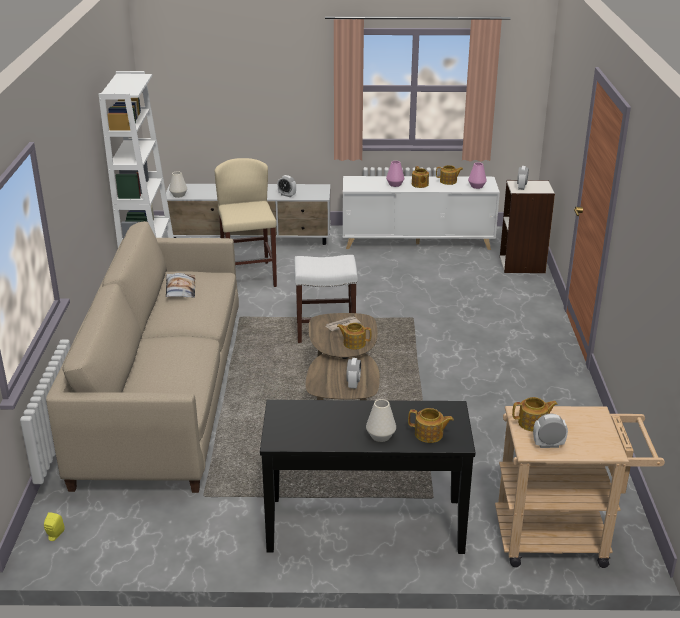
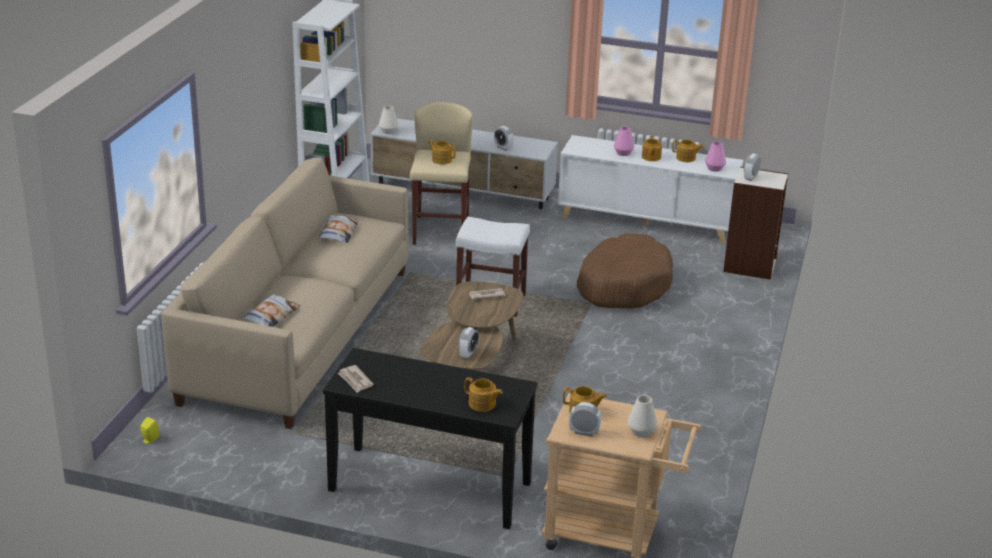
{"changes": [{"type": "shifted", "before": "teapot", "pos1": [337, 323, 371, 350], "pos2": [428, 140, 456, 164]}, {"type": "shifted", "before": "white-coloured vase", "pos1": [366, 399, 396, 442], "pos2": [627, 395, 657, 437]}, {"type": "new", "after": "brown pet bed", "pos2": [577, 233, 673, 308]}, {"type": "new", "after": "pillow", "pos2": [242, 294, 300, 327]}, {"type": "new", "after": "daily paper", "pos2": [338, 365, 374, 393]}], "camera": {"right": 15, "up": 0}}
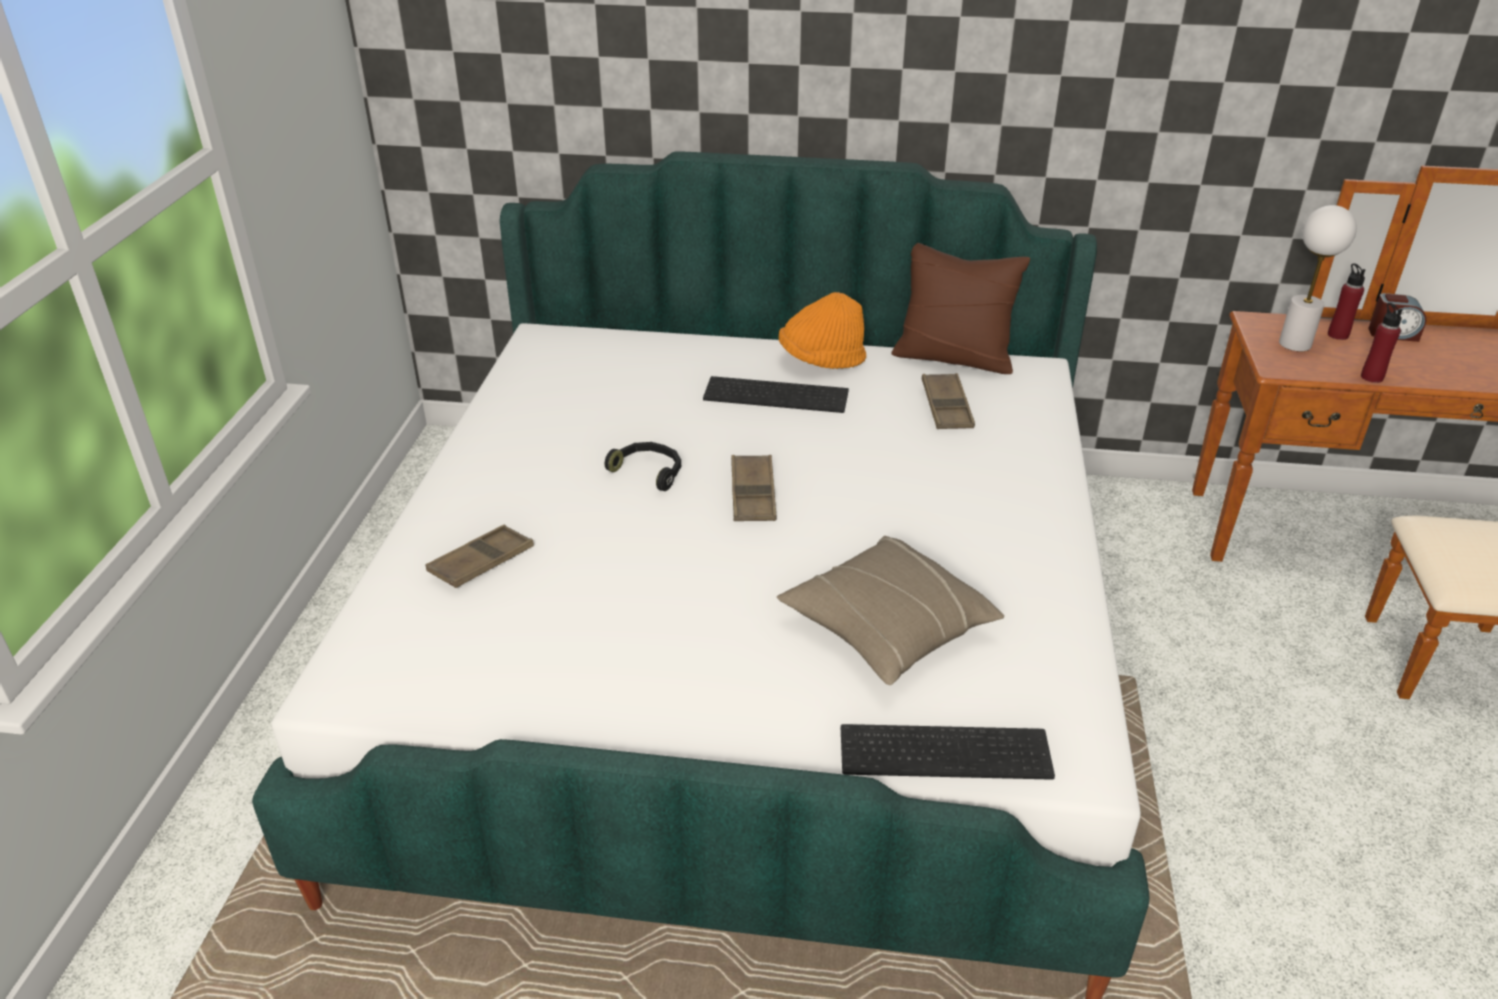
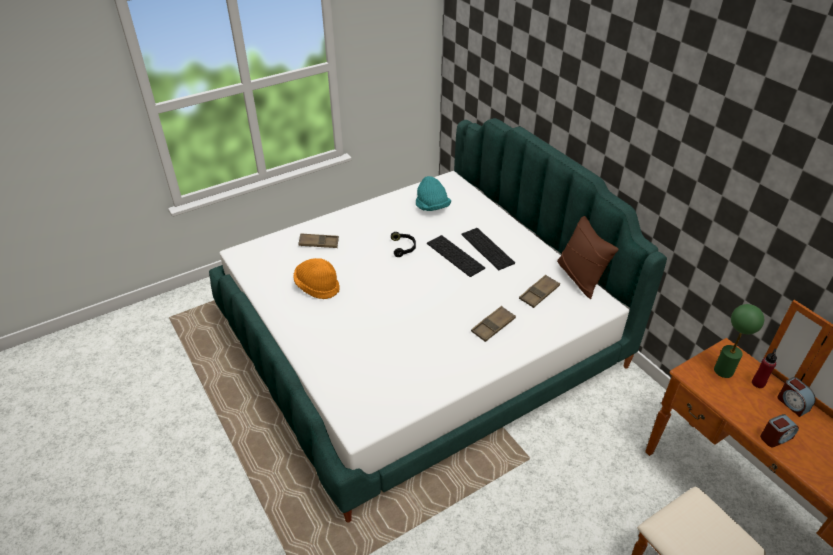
{"changes": [{"type": "repainted", "before": "white-coloured tabletop lamp", "after": "greenish tabletop lamp", "pos1": [1279, 205, 1357, 352], "pos2": [714, 304, 764, 378]}, {"type": "shifted", "before": "orange wearable hat", "pos1": [779, 292, 866, 369], "pos2": [293, 258, 340, 299]}, {"type": "gone", "before": "reddish drink bottle", "pos1": [1361, 303, 1402, 383]}, {"type": "shifted", "before": "brown tray", "pos1": [731, 455, 777, 521], "pos2": [471, 306, 516, 342]}, {"type": "gone", "before": "beige-coloured pillow", "pos1": [777, 536, 1004, 685]}, {"type": "shifted", "before": "PC keyboard", "pos1": [841, 724, 1055, 780], "pos2": [427, 235, 485, 277]}, {"type": "new", "after": "turquoise-coloured wearable hat", "pos2": [416, 176, 451, 211]}, {"type": "new", "after": "alarm clock", "pos2": [760, 414, 799, 447]}], "camera": {"right": 50, "up": 5}}
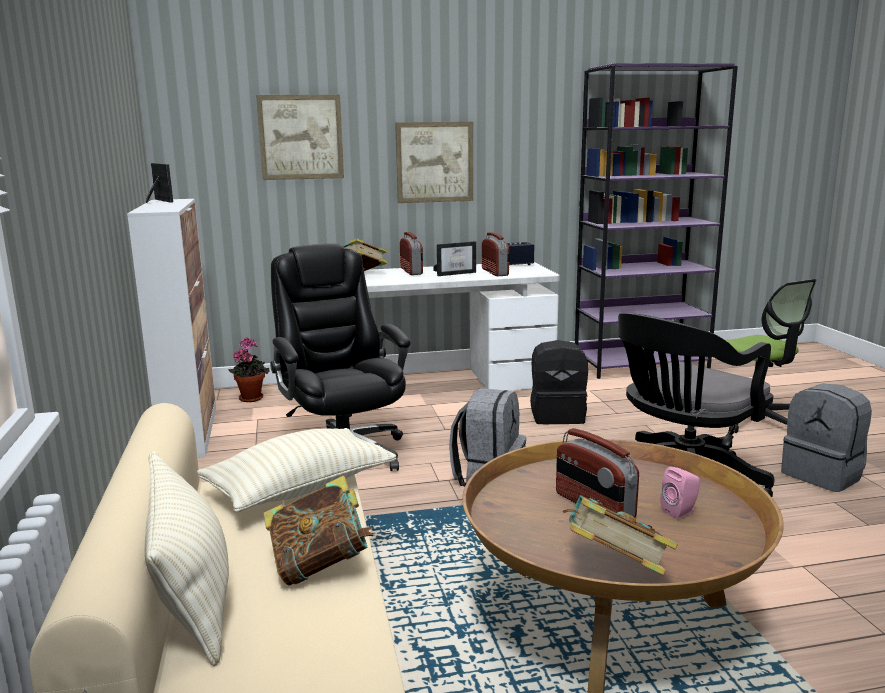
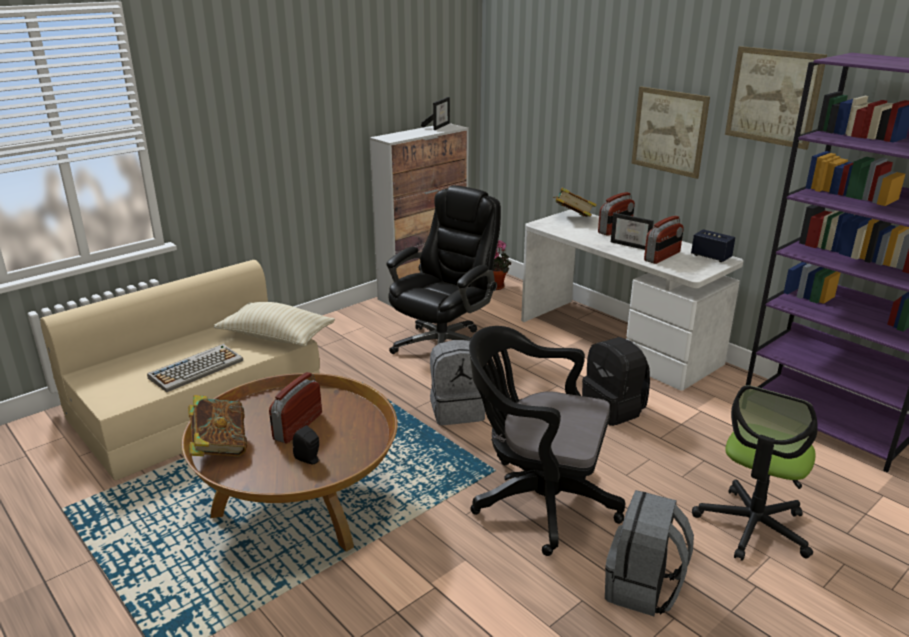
{"changes": [{"type": "shifted", "before": "wall picture", "pos1": [256, 95, 344, 180], "pos2": [725, 46, 827, 150]}, {"type": "gone", "before": "beige-coloured pillow", "pos1": [145, 451, 229, 666]}, {"type": "repainted", "before": "pink-coloured loudspeaker", "after": "blackish loudspeaker", "pos1": [660, 466, 700, 519], "pos2": [293, 425, 320, 465]}, {"type": "swapped", "before": "volume", "after": "PC keyboard", "pos1": [263, 476, 374, 586], "pos2": [147, 344, 243, 392]}], "camera": {"right": 60, "up": 10}}
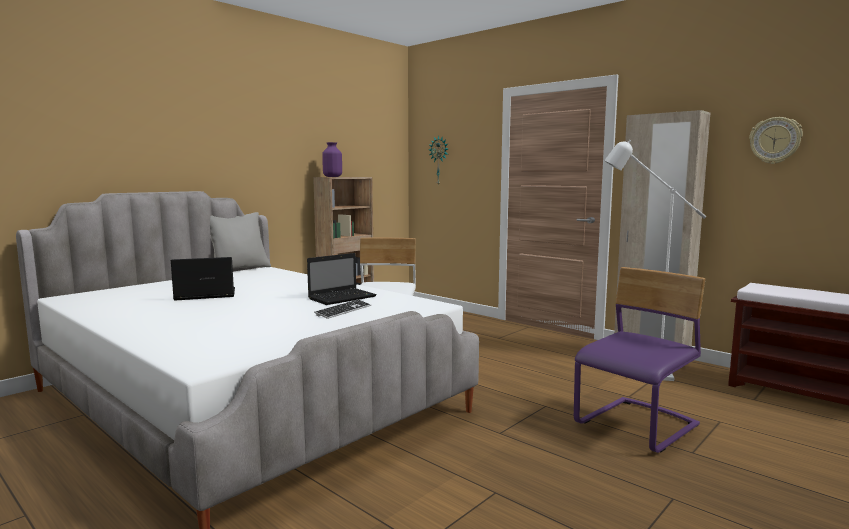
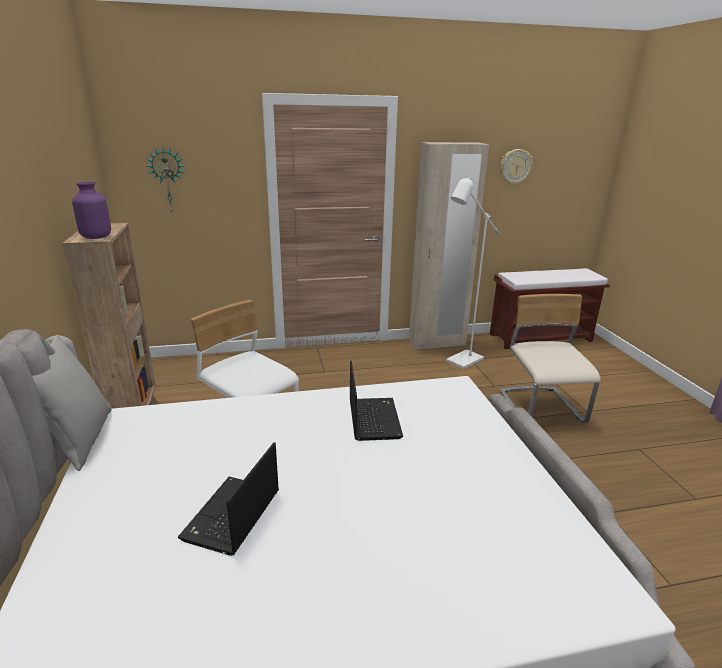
{"changes": [{"type": "repainted", "before": "purple-coloured upright chair", "after": "beige-coloured upright chair", "pos1": [574, 267, 706, 453], "pos2": [500, 294, 601, 423]}, {"type": "gone", "before": "PC keyboard", "pos1": [314, 299, 371, 319]}], "camera": {"right": -55, "up": 15}}
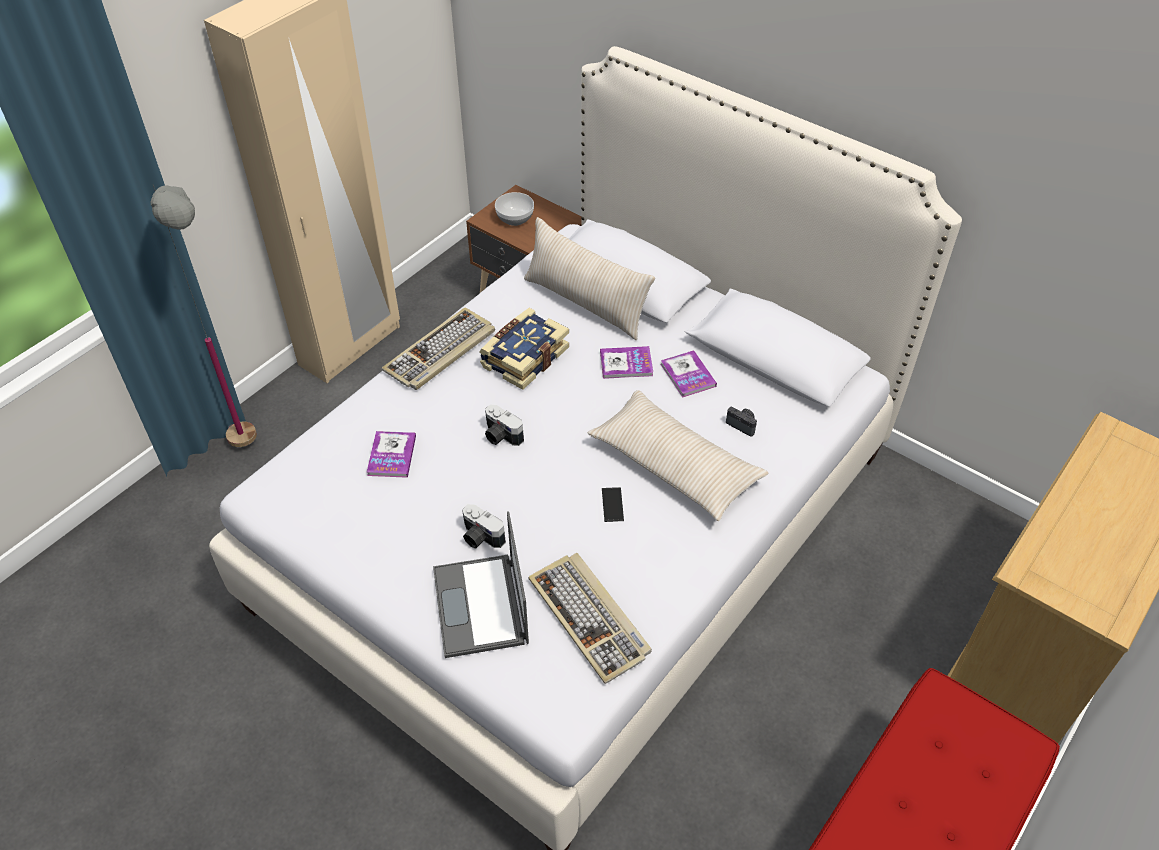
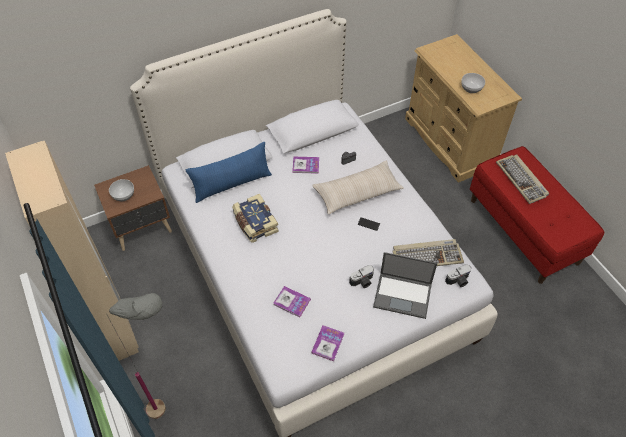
{"changes": [{"type": "repainted", "before": "beige-coloured pillow", "after": "bluish pillow", "pos1": [524, 217, 655, 340], "pos2": [186, 142, 272, 203]}, {"type": "shifted", "before": "PC keyboard", "pos1": [382, 307, 495, 390], "pos2": [496, 154, 549, 204]}, {"type": "shifted", "before": "volume", "pos1": [600, 346, 653, 379], "pos2": [311, 325, 344, 361]}, {"type": "shifted", "before": "photo camera", "pos1": [485, 404, 524, 446], "pos2": [445, 264, 472, 287]}, {"type": "new", "after": "deep dish", "pos2": [461, 73, 485, 93]}], "camera": {"right": -65, "up": 5}}
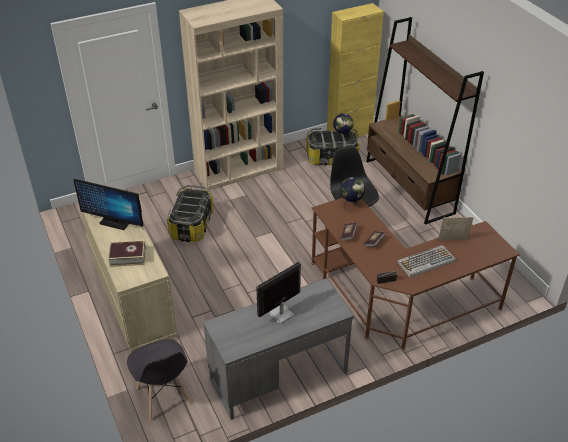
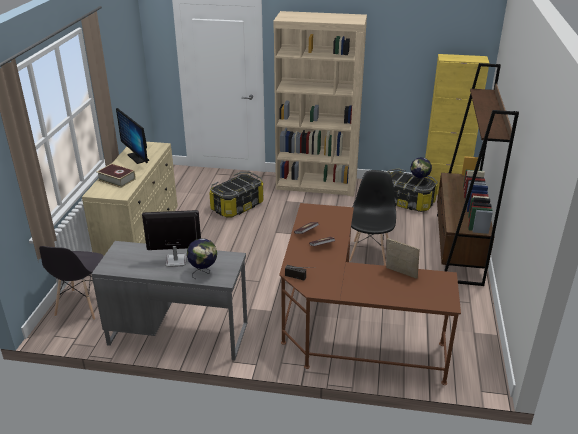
{"changes": [{"type": "shifted", "before": "globe", "pos1": [340, 177, 365, 211], "pos2": [187, 238, 217, 279]}, {"type": "gone", "before": "PC keyboard", "pos1": [397, 245, 456, 277]}], "camera": {"right": 35, "up": -10}}
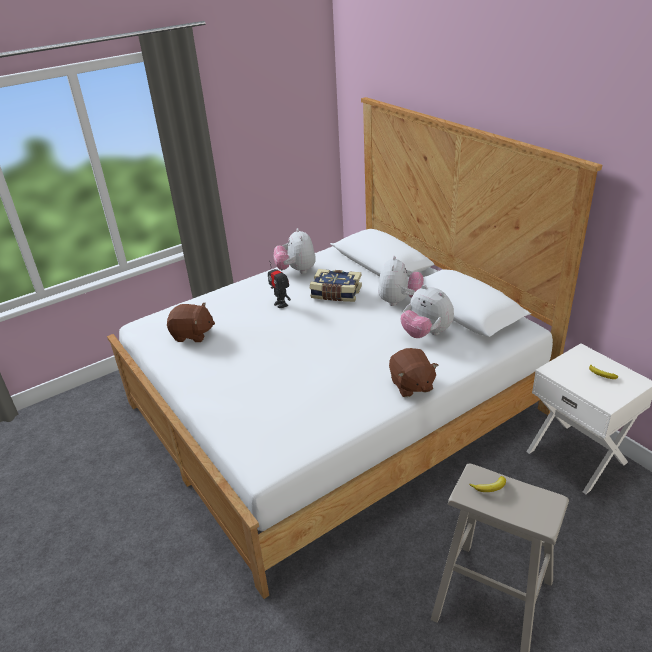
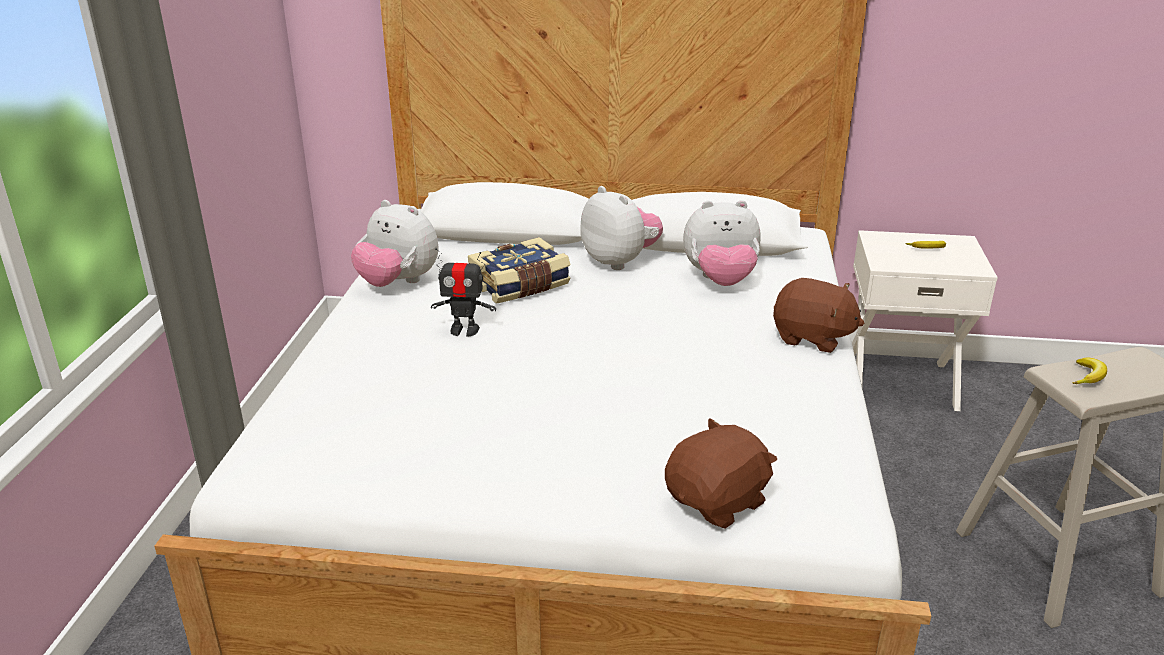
{"changes": [{"type": "shifted", "before": "brown soft toy", "pos1": [167, 303, 215, 342], "pos2": [665, 418, 777, 529]}], "camera": {"right": -50, "up": -5}}
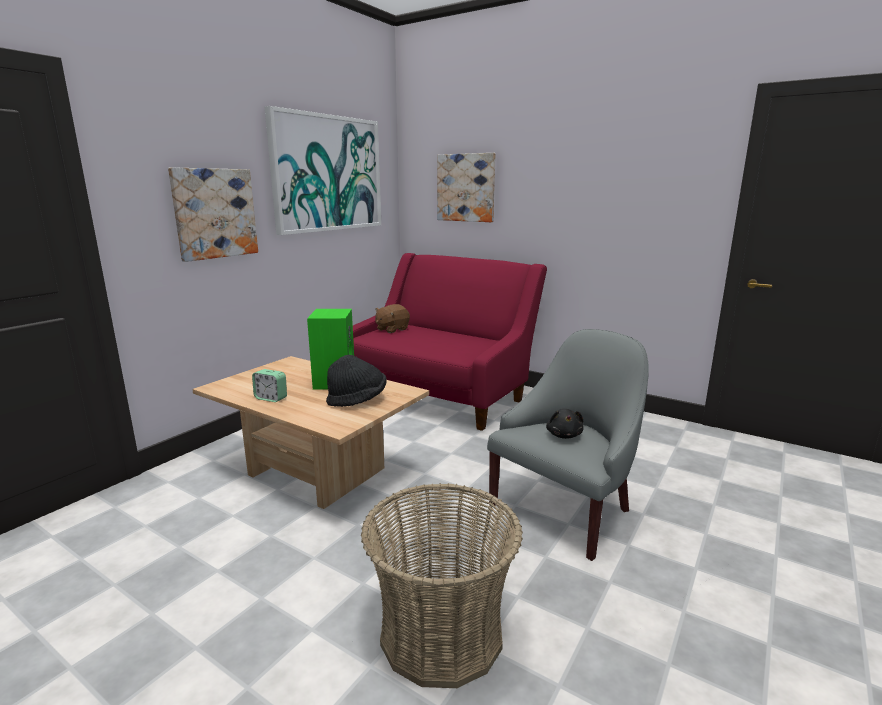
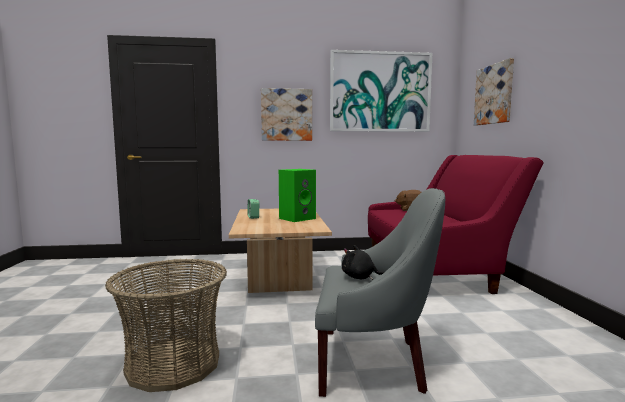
{"changes": [{"type": "gone", "before": "blackish wearable hat", "pos1": [326, 355, 387, 407]}, {"type": "rotated", "before": "blackish soft toy", "pos1": [546, 409, 584, 439], "pos2": [342, 245, 384, 280], "turn": 60}], "camera": {"right": 50, "up": -10}}
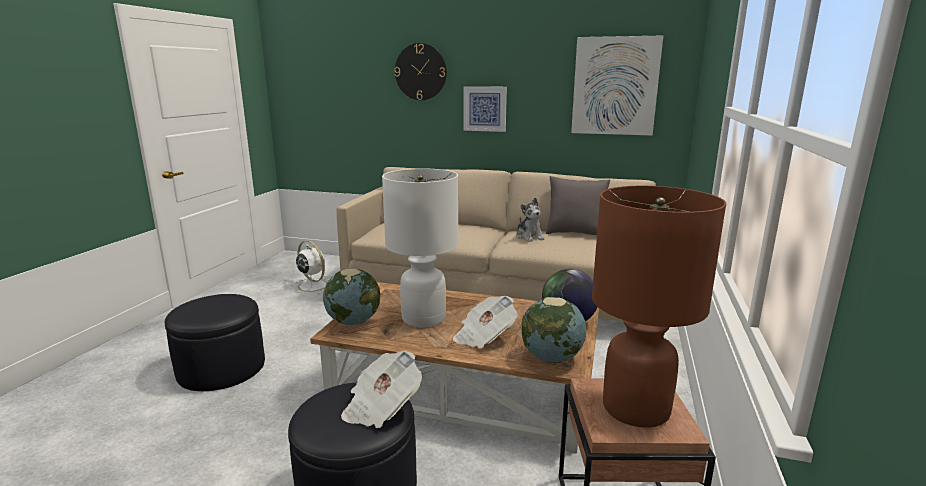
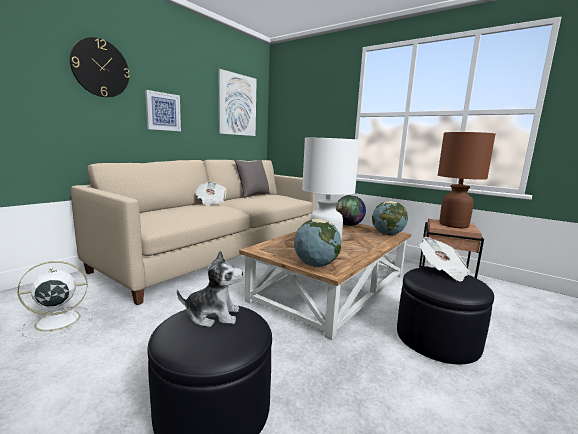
{"changes": [{"type": "shifted", "before": "soft toy", "pos1": [516, 198, 545, 242], "pos2": [177, 250, 243, 327]}, {"type": "shifted", "before": "daily paper", "pos1": [453, 296, 517, 349], "pos2": [195, 182, 227, 205]}], "camera": {"right": -70, "up": -5}}
